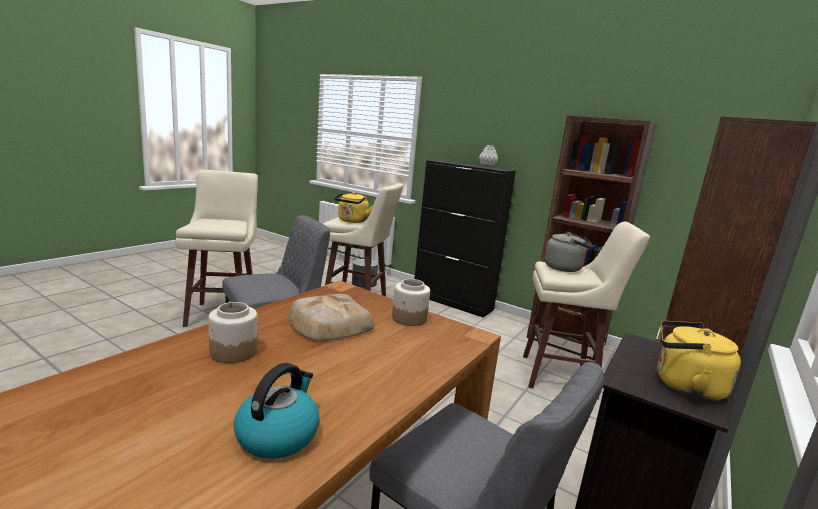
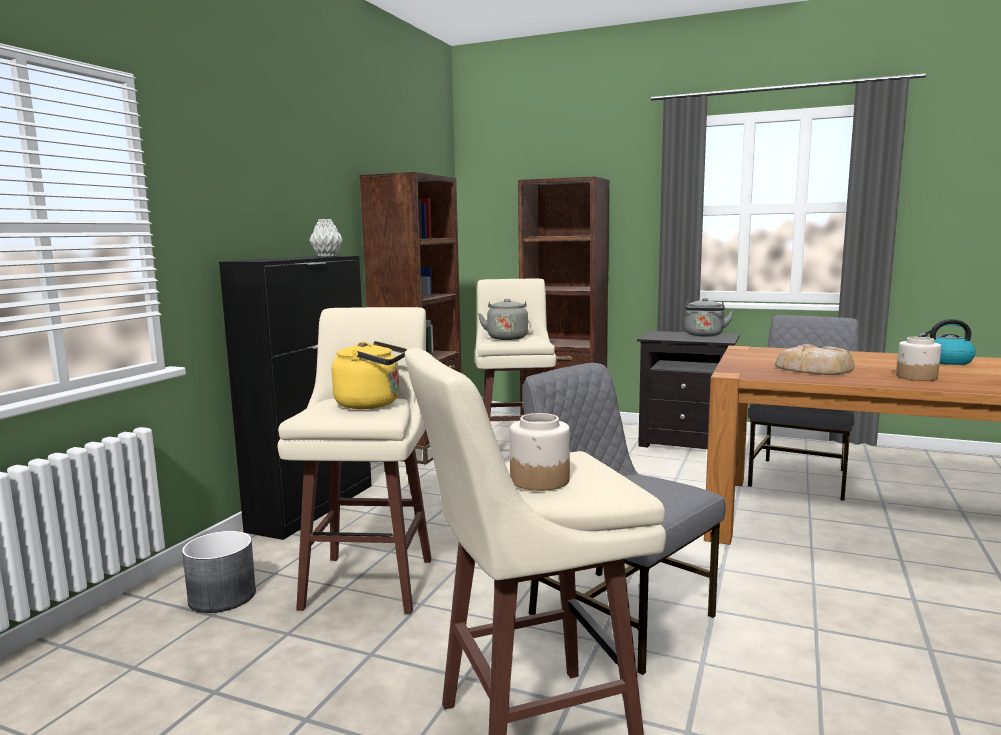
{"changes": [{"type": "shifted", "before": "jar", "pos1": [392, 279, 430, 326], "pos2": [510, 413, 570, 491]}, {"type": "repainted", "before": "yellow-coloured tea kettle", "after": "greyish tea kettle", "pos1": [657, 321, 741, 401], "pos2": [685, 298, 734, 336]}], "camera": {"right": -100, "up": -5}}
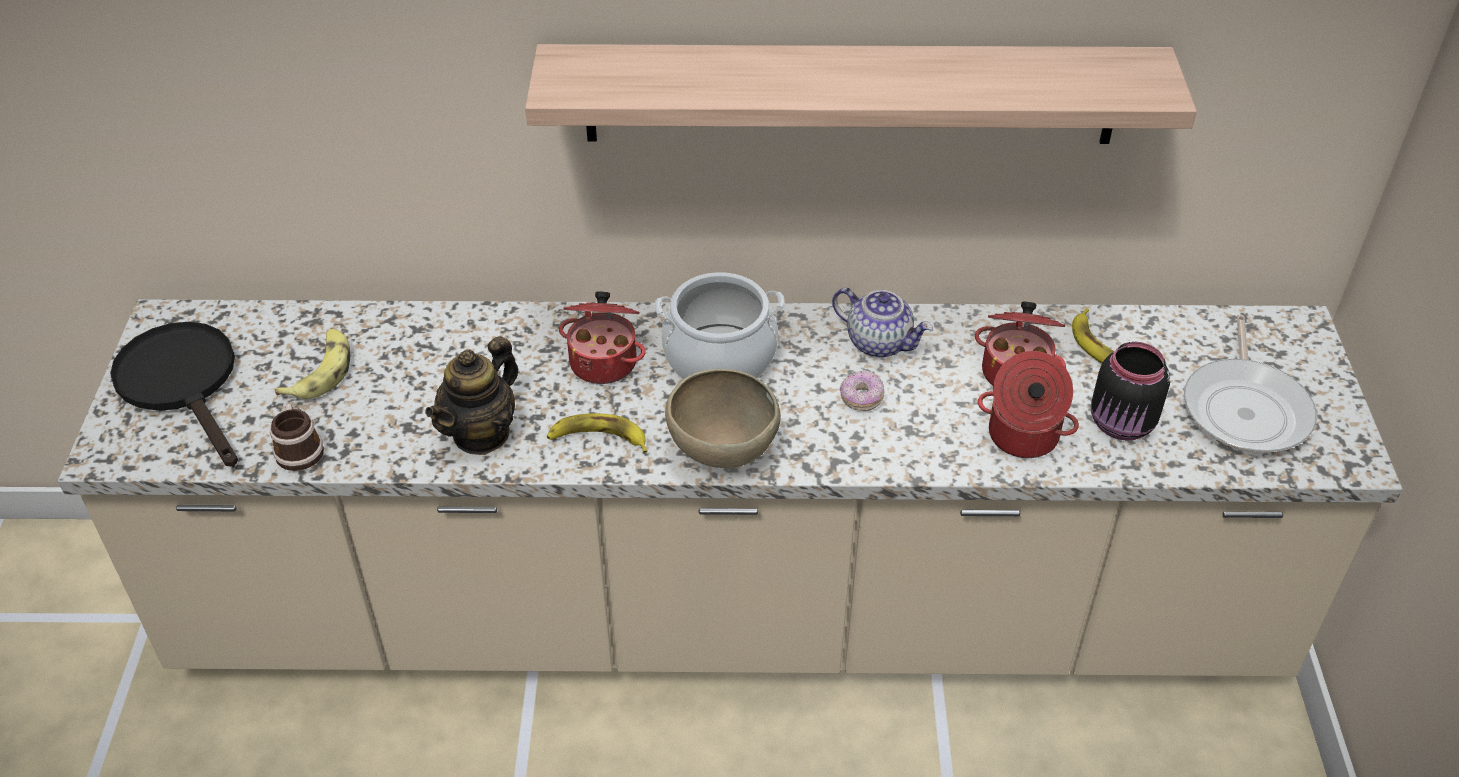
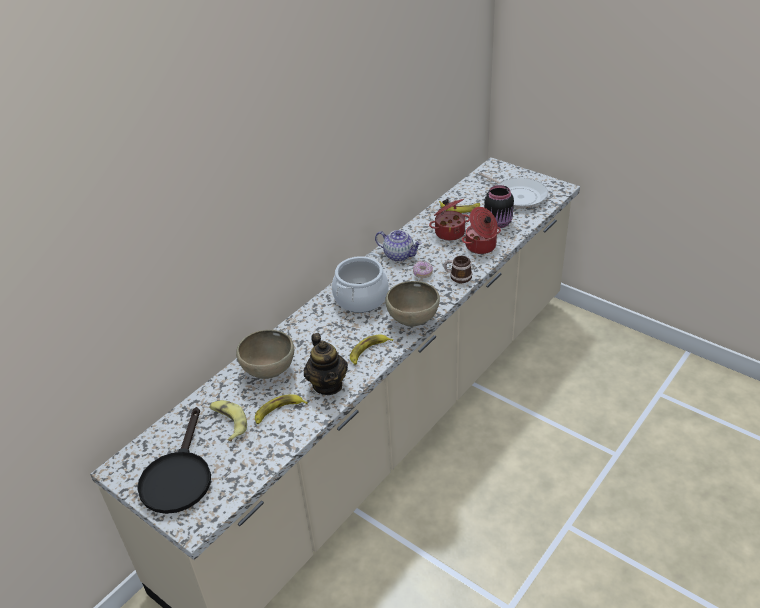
{"changes": [{"type": "gone", "before": "shelf", "pos1": [525, 44, 1197, 144]}, {"type": "rotated", "before": "teapot", "pos1": [832, 288, 933, 358], "pos2": [375, 230, 422, 262], "turn": 45}, {"type": "gone", "before": "saucepot", "pos1": [559, 291, 646, 384]}, {"type": "rotated", "before": "blackish pan", "pos1": [110, 322, 238, 467], "pos2": [137, 407, 211, 514], "turn": -90}, {"type": "shifted", "before": "coffee mug", "pos1": [270, 403, 324, 471], "pos2": [444, 256, 472, 283]}, {"type": "new", "after": "brown deep dish", "pos2": [236, 330, 294, 379]}, {"type": "new", "after": "whole banana", "pos2": [255, 394, 308, 424]}], "camera": {"right": -50, "up": -5}}
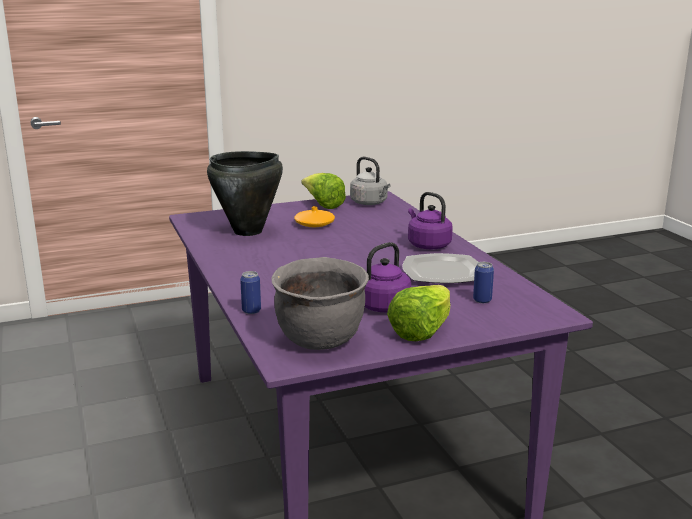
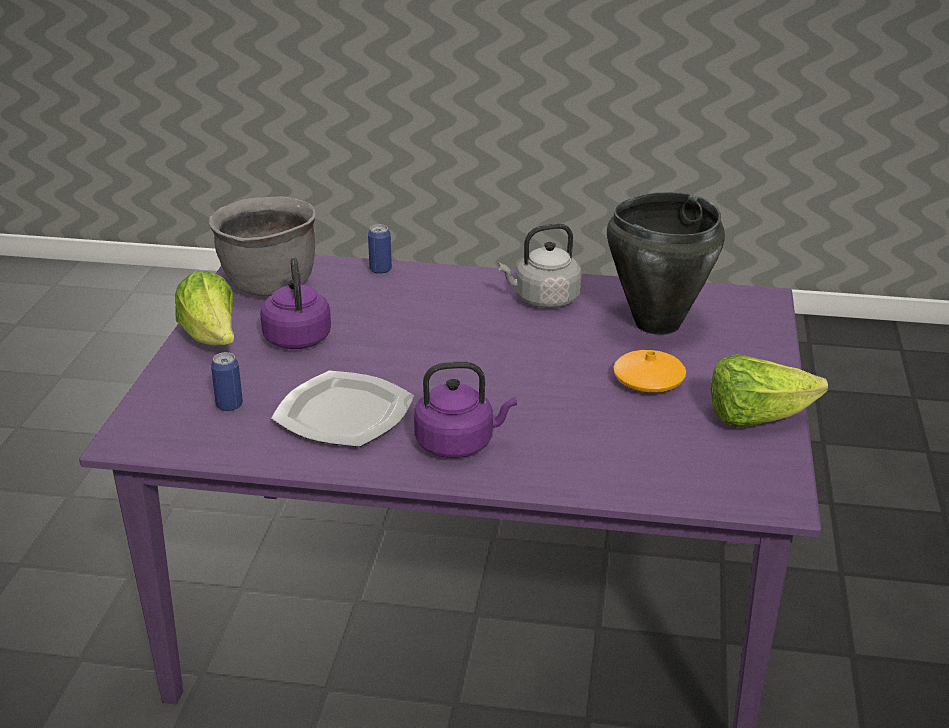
{"changes": [{"type": "shifted", "before": "greyish tea kettle", "pos1": [350, 157, 391, 205], "pos2": [497, 223, 582, 308]}], "camera": {"right": 120, "up": 10}}
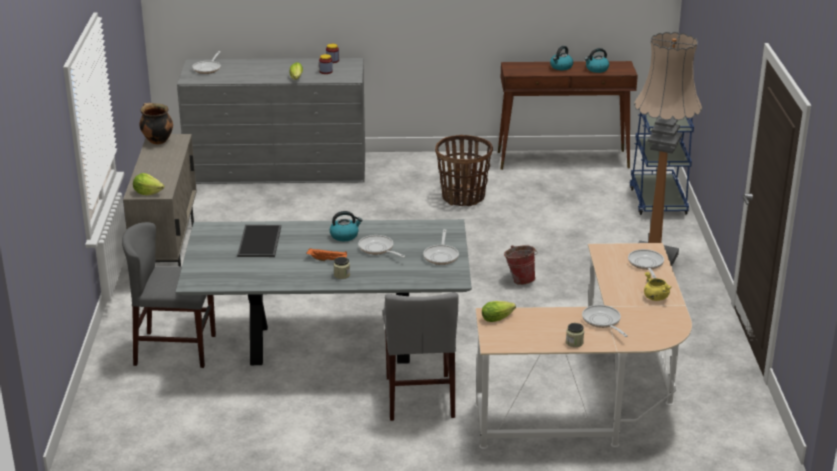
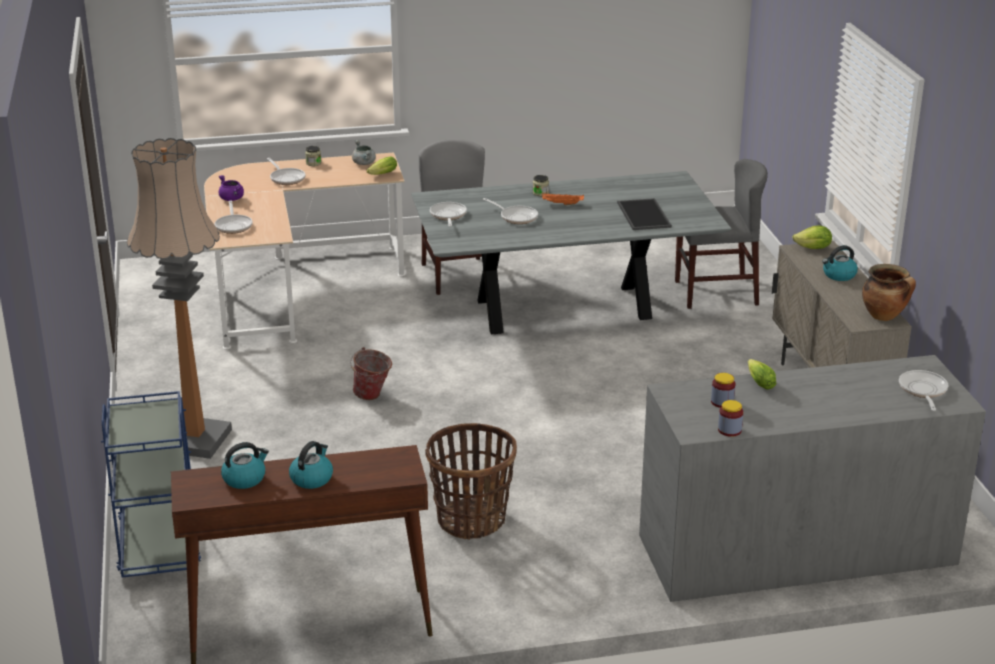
{"changes": [{"type": "shifted", "before": "tea kettle", "pos1": [330, 211, 362, 241], "pos2": [822, 245, 858, 281]}, {"type": "repainted", "before": "yellow-coloured saucepot", "after": "purple-coloured saucepot", "pos1": [644, 272, 672, 301], "pos2": [219, 175, 244, 201]}, {"type": "new", "after": "greyish saucepot", "pos2": [352, 140, 376, 165]}], "camera": {"right": 170, "up": 0}}
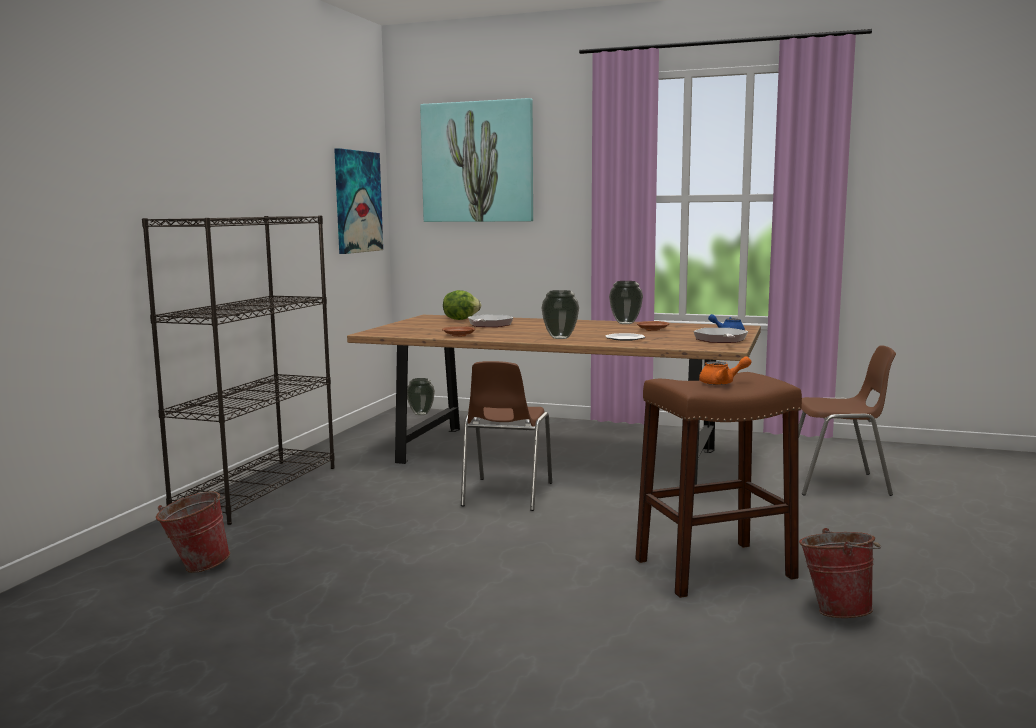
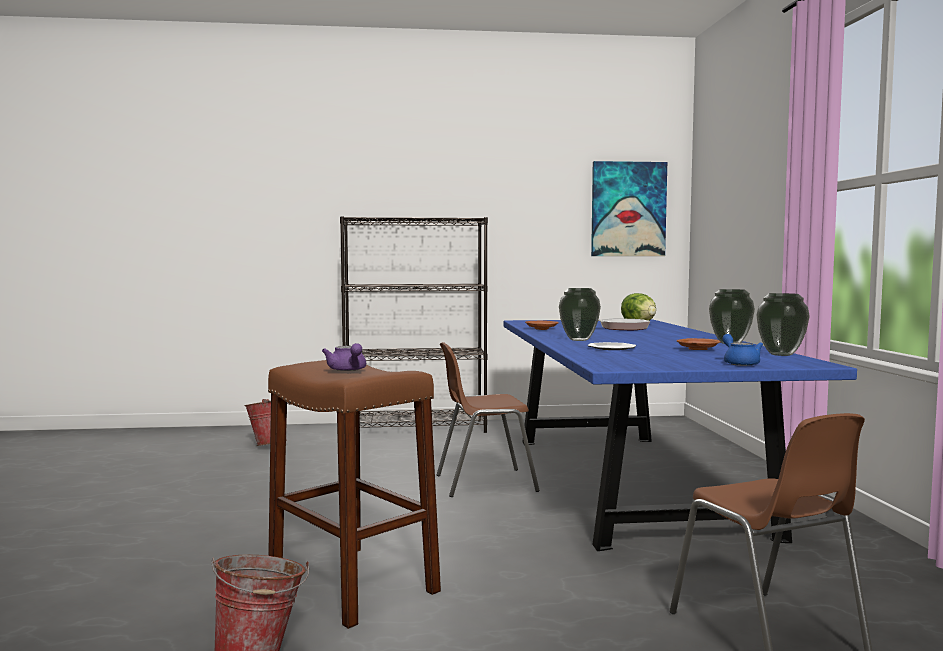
{"changes": [{"type": "gone", "before": "wall picture", "pos1": [420, 98, 533, 222]}, {"type": "repainted", "before": "brown kitchen table", "after": "bluish kitchen table", "pos1": [347, 315, 761, 485], "pos2": [504, 319, 857, 551]}, {"type": "gone", "before": "pan", "pos1": [693, 328, 748, 343]}, {"type": "repainted", "before": "orange teapot", "after": "purple-coloured teapot", "pos1": [699, 357, 752, 385], "pos2": [322, 343, 366, 371]}, {"type": "shifted", "before": "vase", "pos1": [407, 378, 435, 415], "pos2": [756, 293, 810, 356]}], "camera": {"right": 65, "up": -5}}
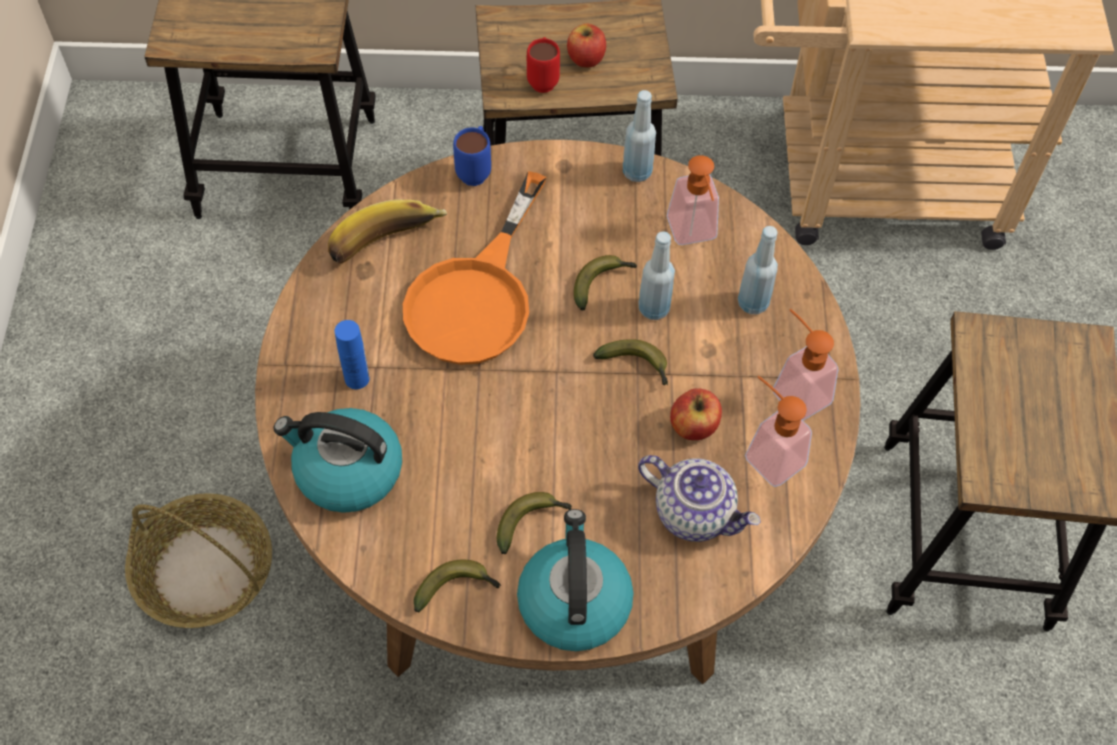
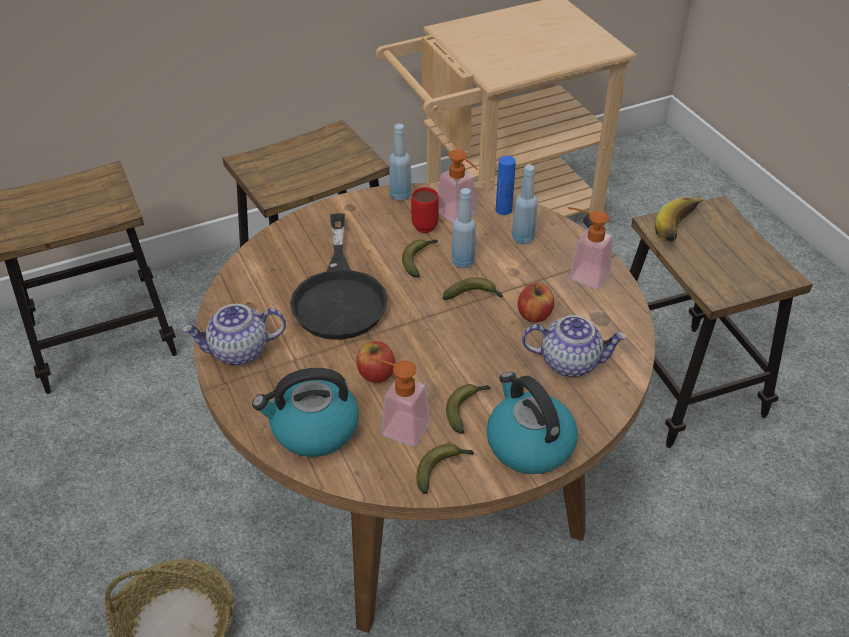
{"changes": [{"type": "shifted", "before": "apple fruit", "pos1": [567, 24, 606, 68], "pos2": [357, 341, 395, 383]}, {"type": "shifted", "before": "reddish coffee mug", "pos1": [527, 37, 560, 93], "pos2": [411, 187, 439, 233]}, {"type": "gone", "before": "bluish coffee mug", "pos1": [453, 126, 491, 186]}, {"type": "repainted", "before": "orange pan", "after": "blackish pan", "pos1": [403, 171, 547, 365], "pos2": [290, 213, 388, 340]}, {"type": "shifted", "before": "whole banana", "pos1": [328, 200, 447, 263], "pos2": [655, 197, 706, 242]}, {"type": "shifted", "before": "bluish drink bottle", "pos1": [335, 320, 370, 389], "pos2": [496, 156, 516, 215]}, {"type": "shifted", "before": "soap bottle", "pos1": [745, 376, 812, 487], "pos2": [369, 357, 430, 446]}, {"type": "new", "after": "teapot", "pos2": [182, 304, 286, 366]}], "camera": {"right": -25, "up": -15}}
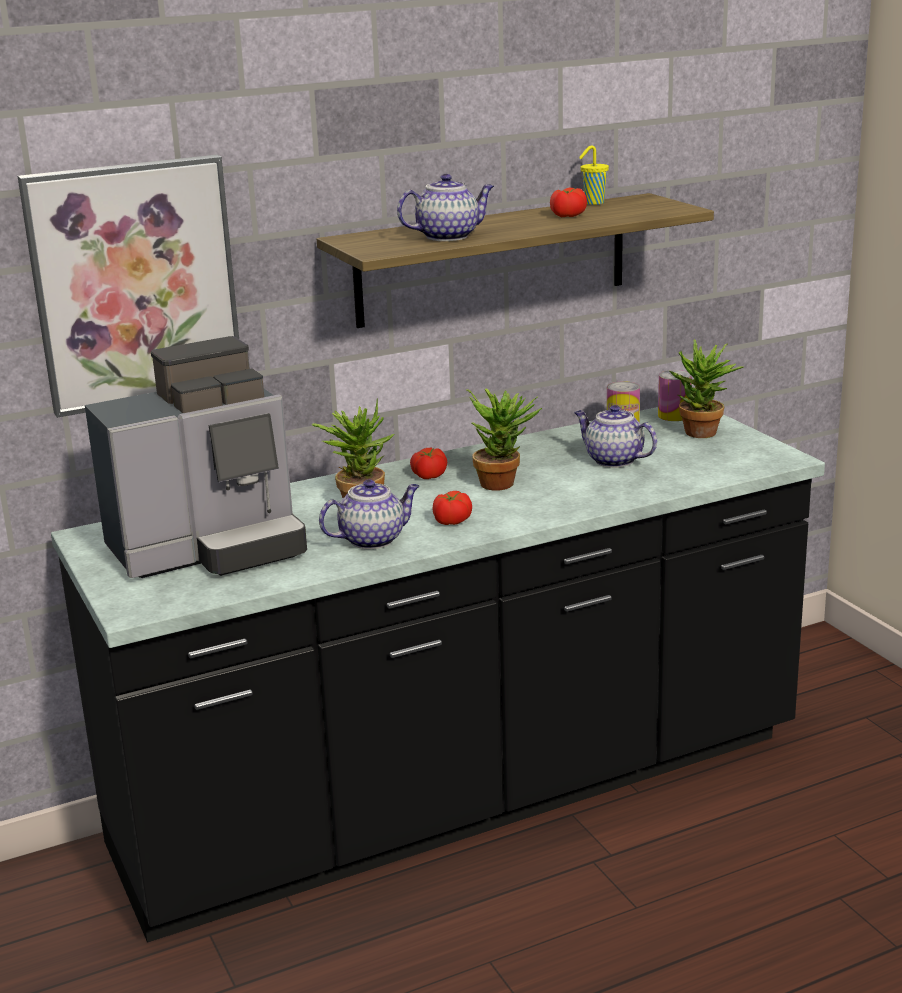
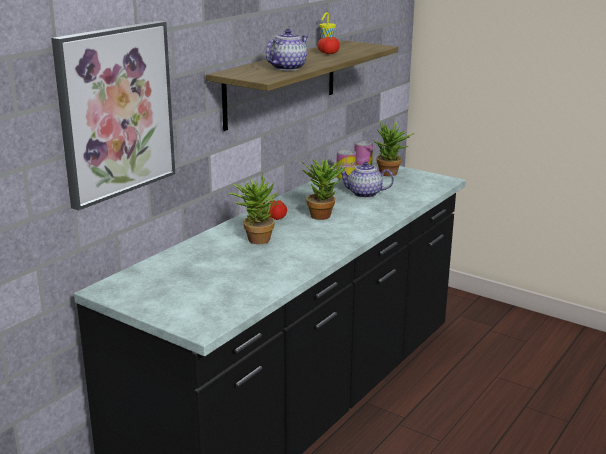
{"changes": [{"type": "gone", "before": "coffee maker", "pos1": [85, 336, 307, 578]}, {"type": "gone", "before": "teapot", "pos1": [319, 479, 419, 549]}, {"type": "gone", "before": "whole tomato", "pos1": [432, 491, 472, 525]}], "camera": {"right": -30, "up": 0}}
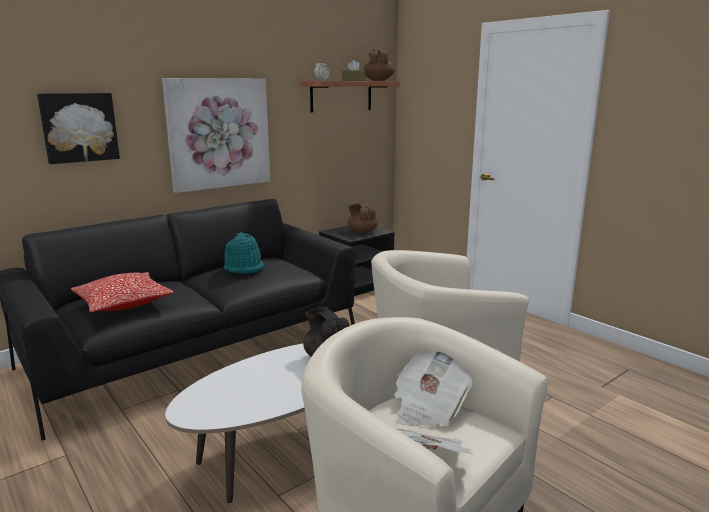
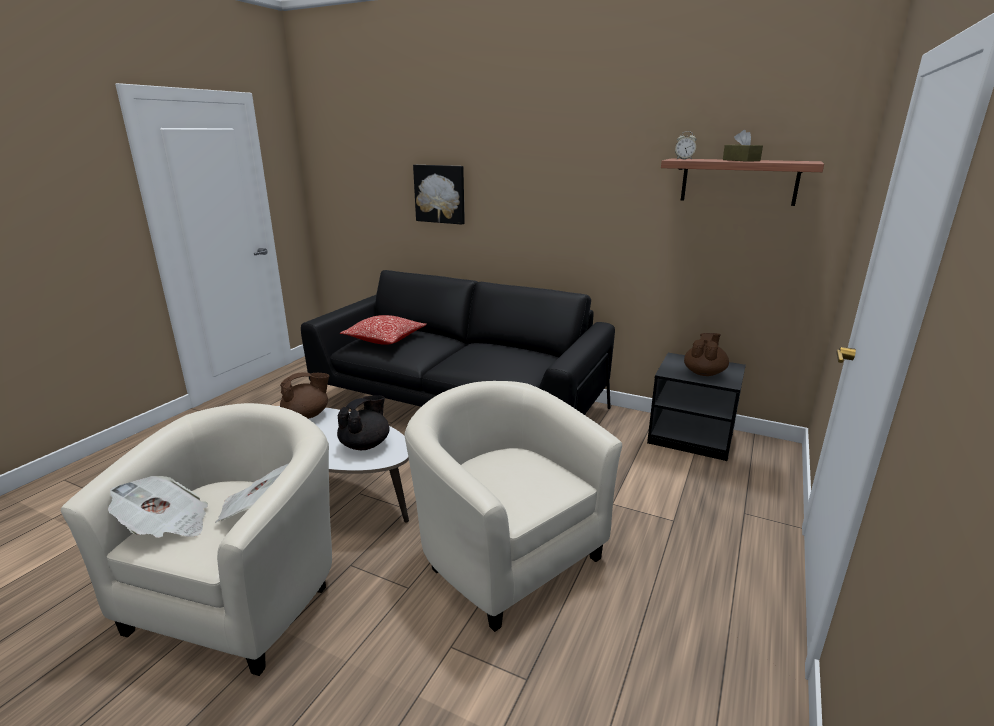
{"changes": [{"type": "shifted", "before": "brown teapot", "pos1": [363, 49, 395, 81], "pos2": [280, 373, 329, 419]}, {"type": "gone", "before": "wall picture", "pos1": [162, 78, 270, 193]}, {"type": "gone", "before": "turquoise-coloured wearable hat", "pos1": [224, 232, 265, 274]}], "camera": {"right": 65, "up": 5}}
